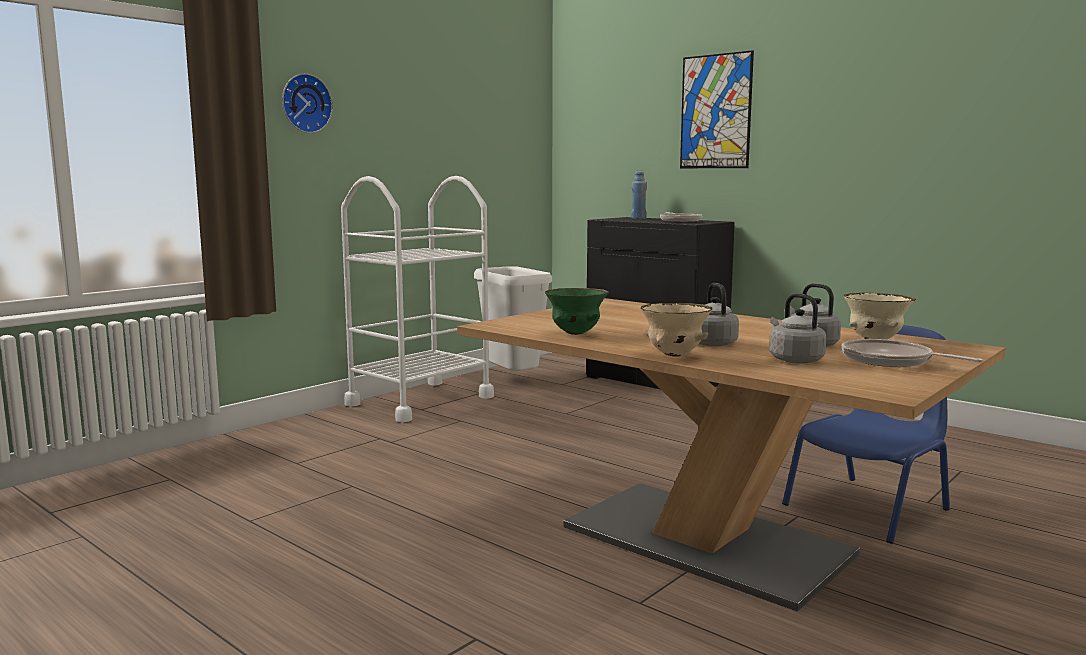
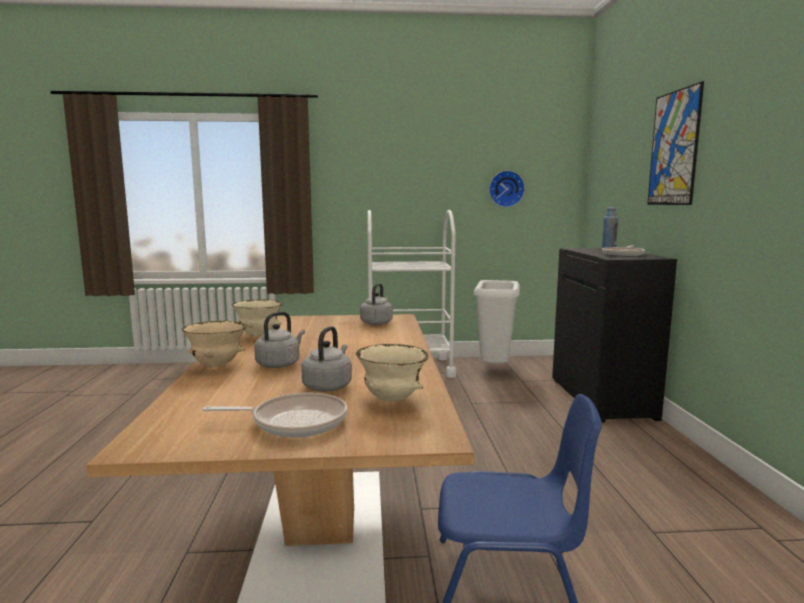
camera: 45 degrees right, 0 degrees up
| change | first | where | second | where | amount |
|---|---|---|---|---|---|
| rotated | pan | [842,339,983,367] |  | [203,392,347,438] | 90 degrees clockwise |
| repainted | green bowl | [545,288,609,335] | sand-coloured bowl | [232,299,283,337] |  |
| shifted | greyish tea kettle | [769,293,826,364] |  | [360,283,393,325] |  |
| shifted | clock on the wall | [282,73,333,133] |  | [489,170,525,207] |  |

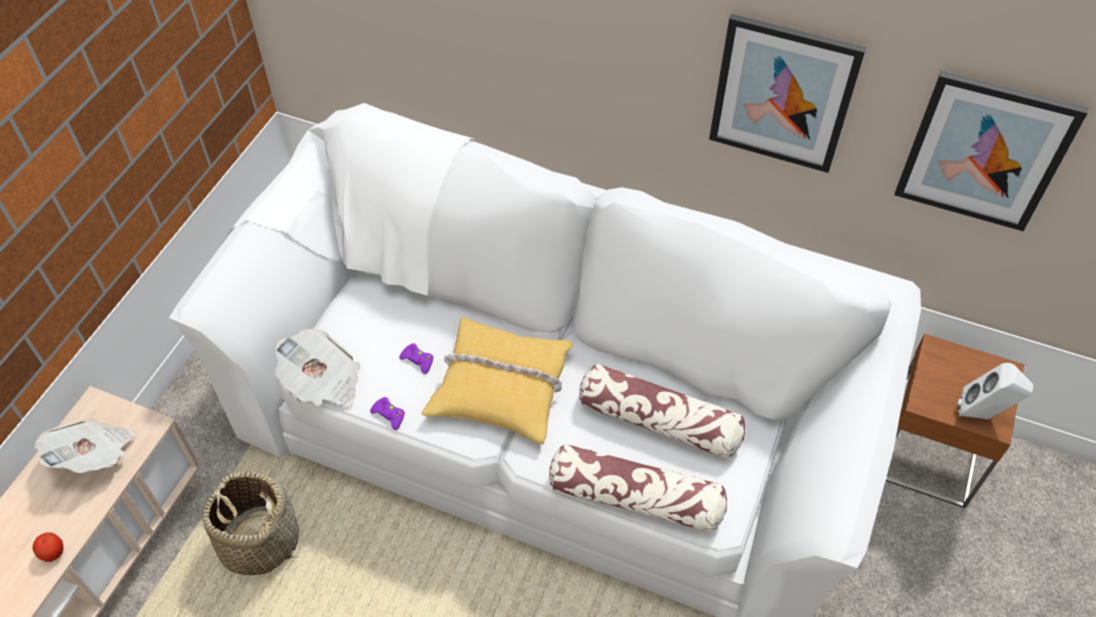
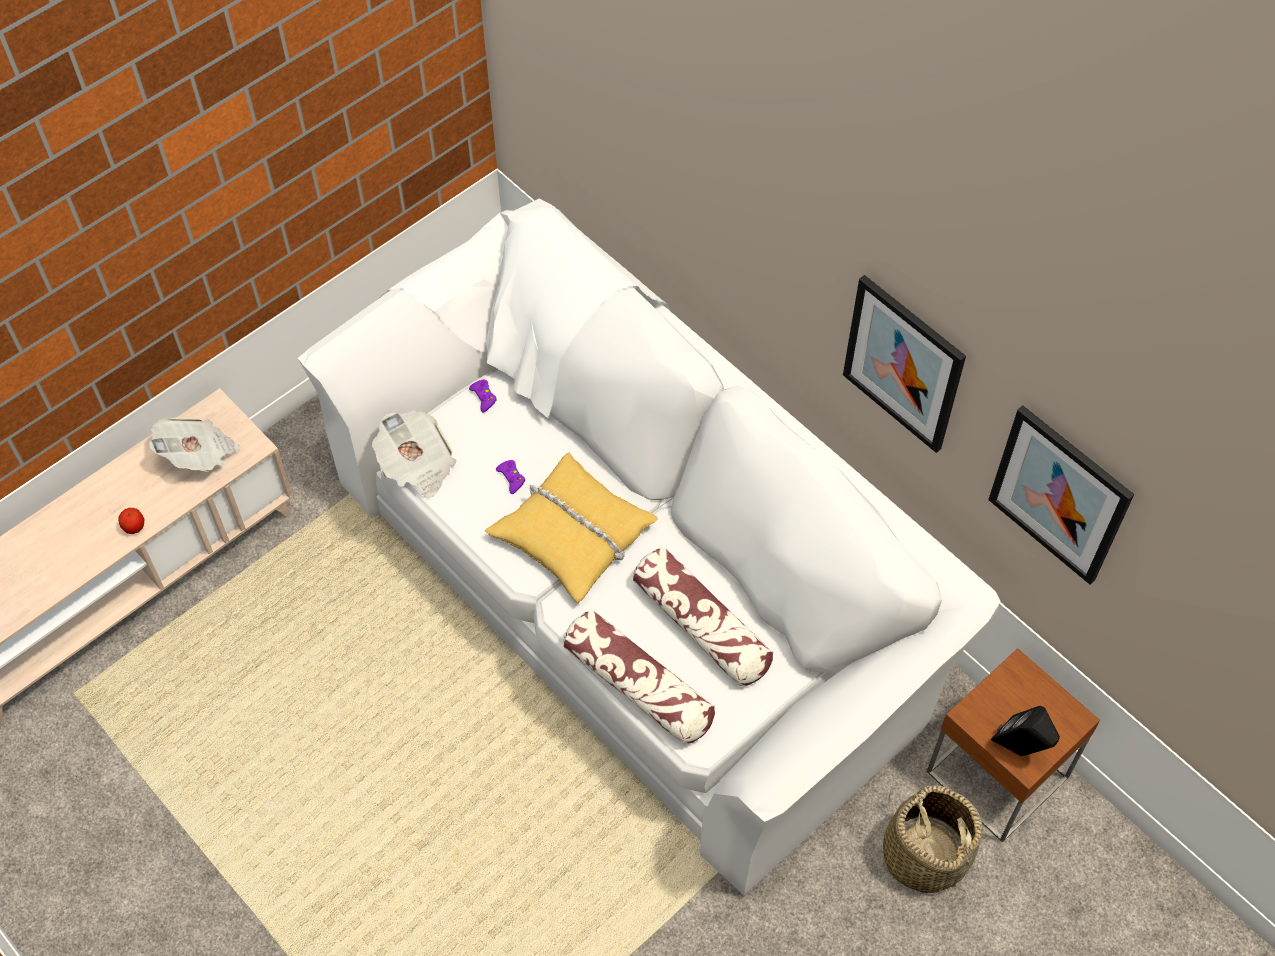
camera: 25 degrees right, 5 degrees up
| change | first | where | second | where | amount |
|---|---|---|---|---|---|
| shifted | purple gamepad | [370,397,405,430] |  | [469,380,497,412] |  |
| shifted | basket | [202,471,299,575] |  | [883,784,983,893] |  |
| repainted | white loudspeaker | [957,363,1033,419] | blackish loudspeaker | [991,706,1060,756] |  |

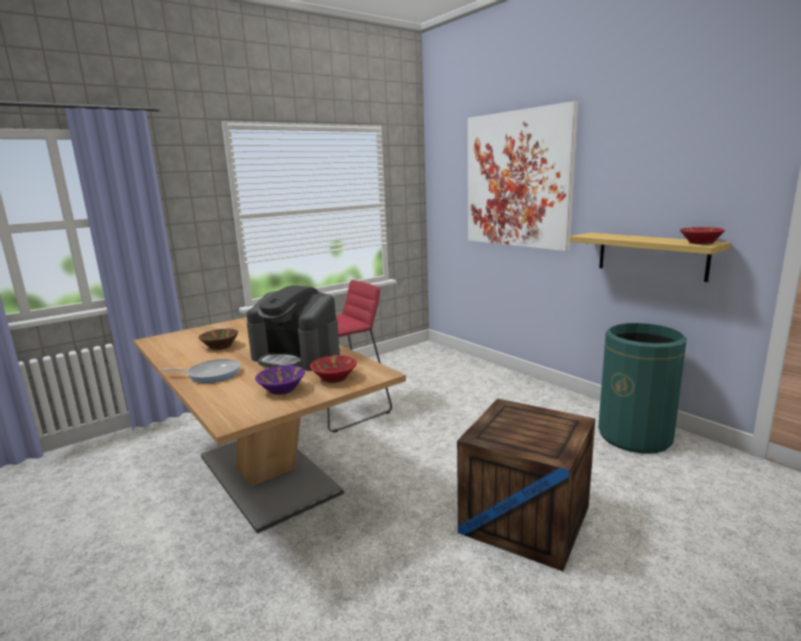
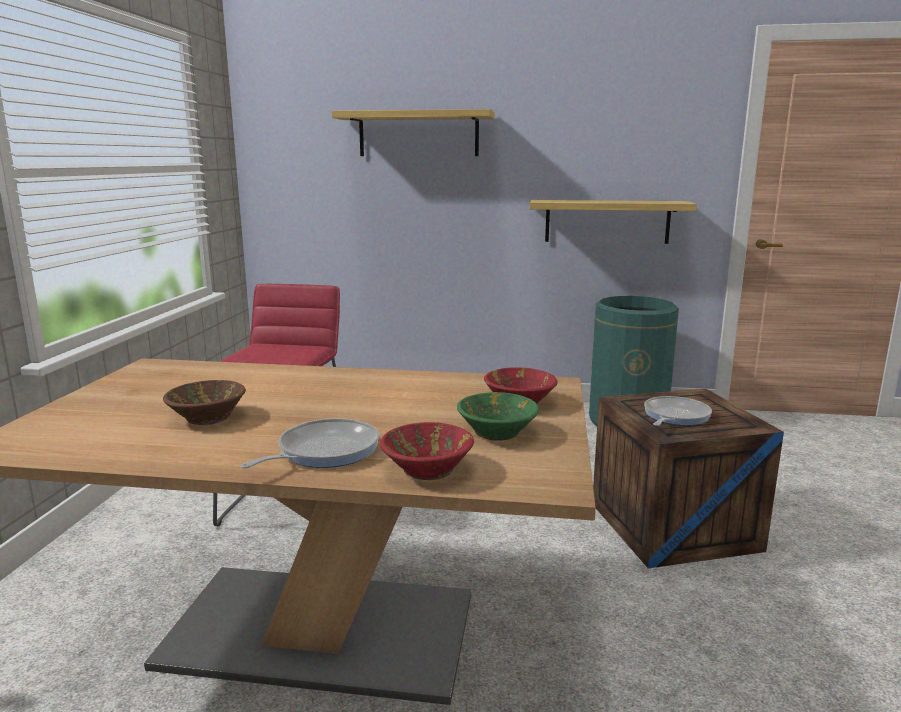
camera: 45 degrees left, 0 degrees up
| change | first | where | second | where | amount |
|---|---|---|---|---|---|
| swapped | wall art | [468,101,578,251] | wall shelf | [331,109,495,156] |  |
| shifted | red-coloured bowl | [680,227,725,245] |  | [380,422,474,480] |  |
| repainted | purple bowl | [255,365,305,395] | green bowl | [457,392,539,441] |  |
| new |  |  | pan | [644,396,712,426] |  |
| gone | coffee maker | [247,285,340,371] |  |  |  |

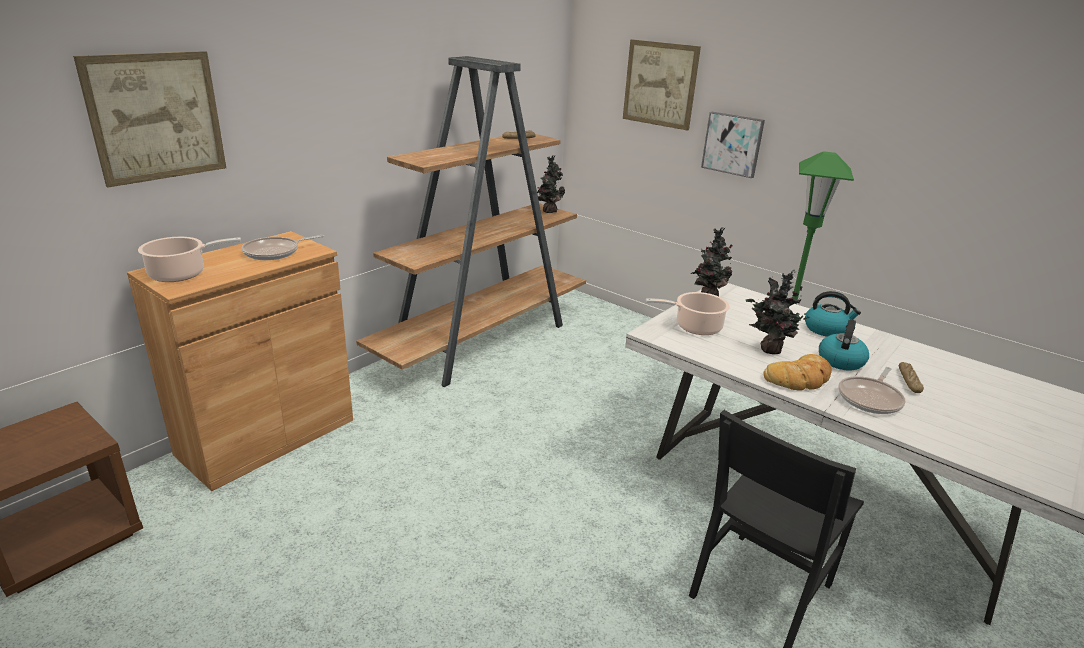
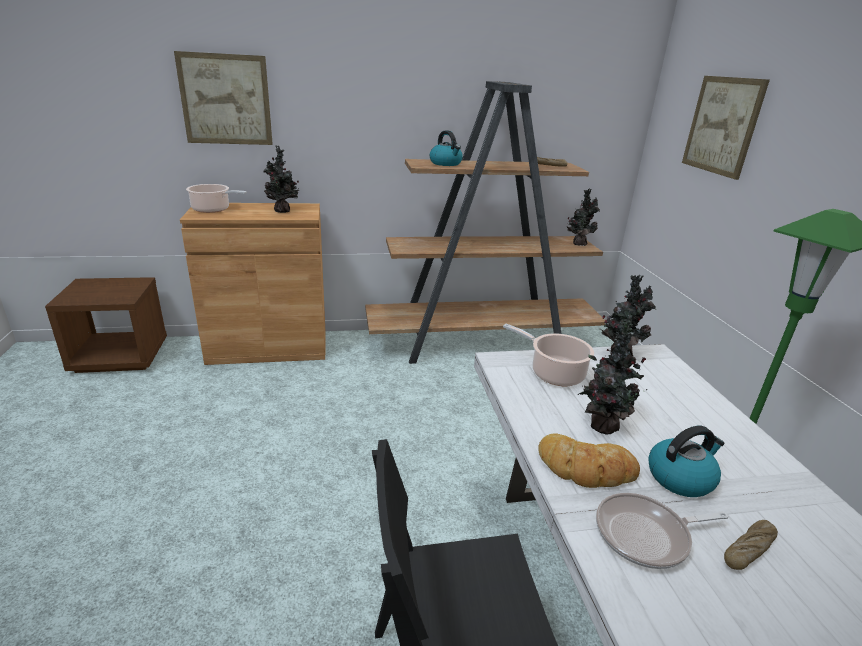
camera: 40 degrees right, 0 degrees up
| change | first | where | second | where | amount |
|---|---|---|---|---|---|
| swapped | pan | [242,235,324,260] | potted plant | [264,145,300,213] |  |
| shifted | tea kettle | [805,291,861,337] |  | [430,130,463,166] |  |
| gone | wall art | [701,112,765,178] |  |  |  |

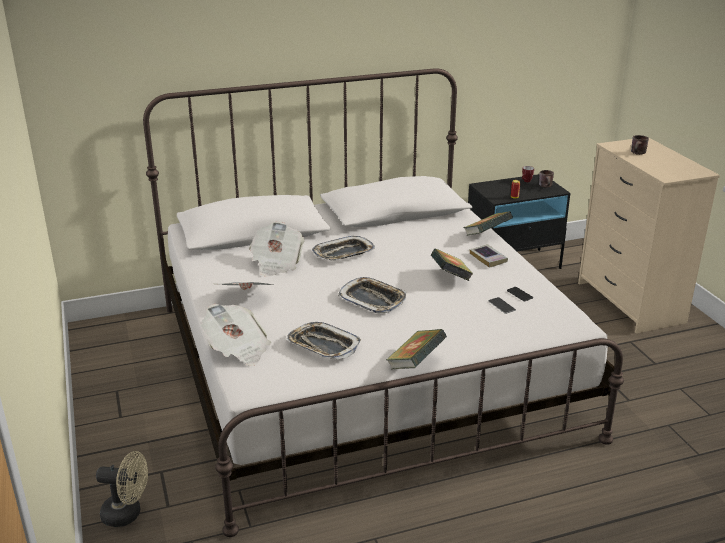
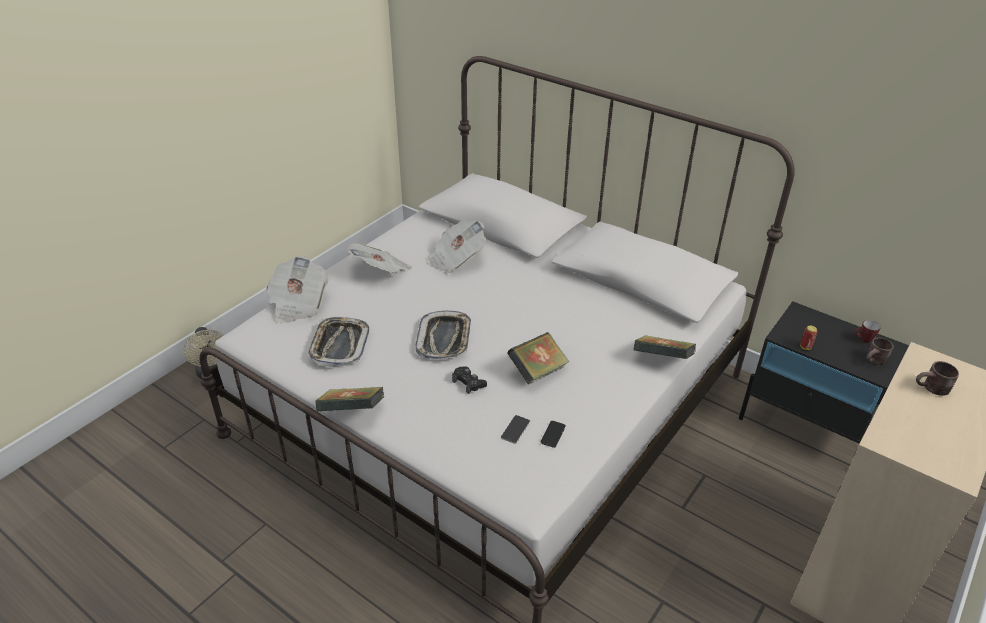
camera: 55 degrees right, 10 degrees up
| change | first | where | second | where | amount |
|---|---|---|---|---|---|
| new |  |  | blackish gamepad | [452,366,487,394] |  |
| gone | tray | [312,236,375,260] |  |  |  |
| gone | volume | [470,244,508,268] |  |  |  |

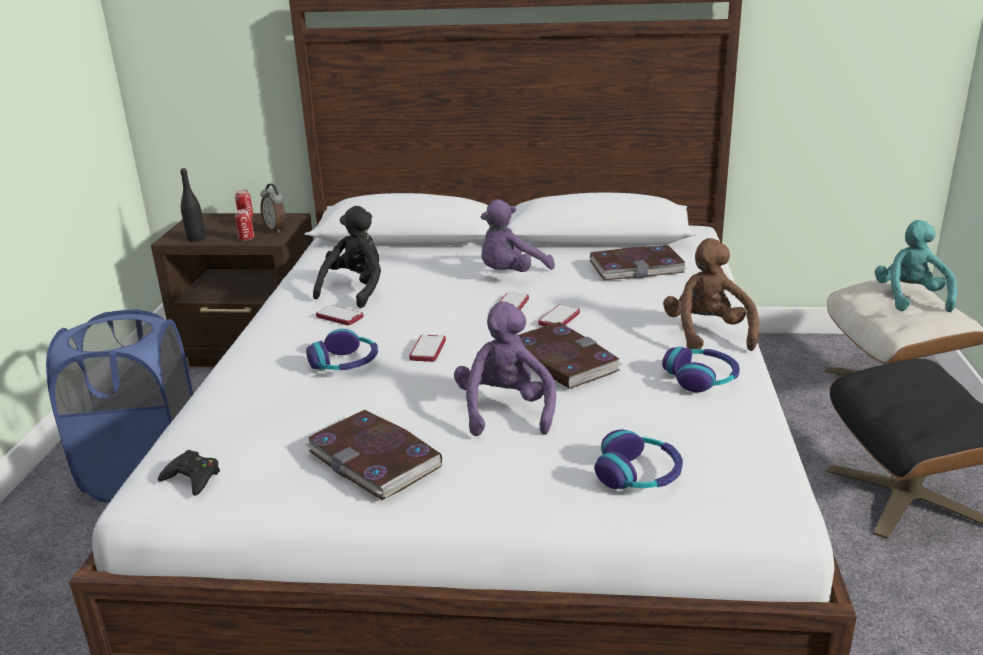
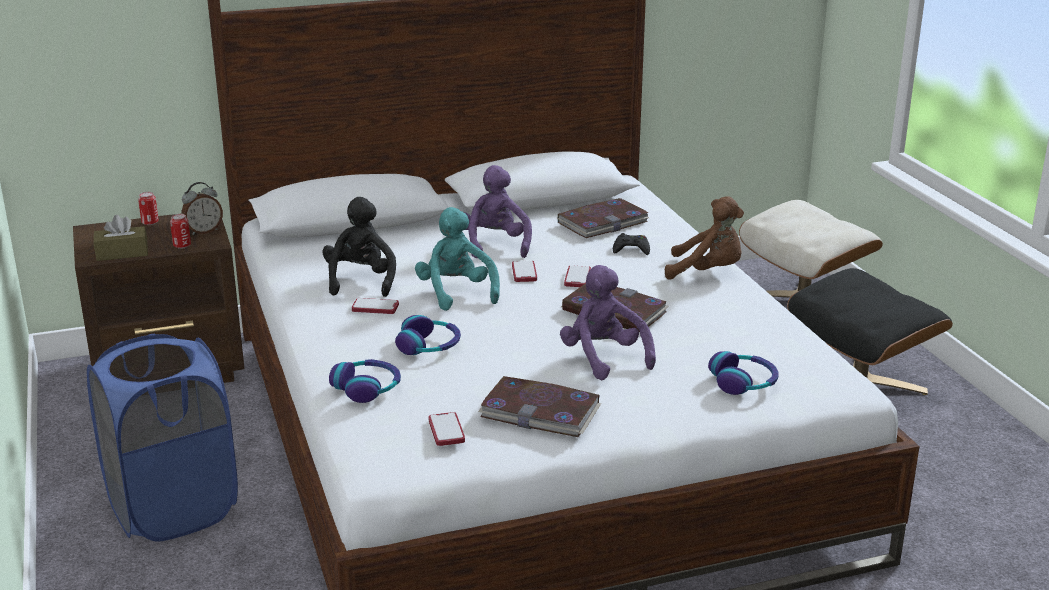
camera: 25 degrees left, 0 degrees up
| change | first | where | second | where | amount |
|---|---|---|---|---|---|
| swapped | blackish beverage bottle | [180,168,205,242] | brown-coloured box of tissues | [93,215,148,261] |  |
| rotated | alarm clock | [260,183,286,233] |  | [181,182,223,235] | 60 degrees counterclockwise |
| shifted | headset | [662,347,740,392] |  | [329,359,401,403] |  |
| shifted | turquoise plush toy | [875,220,957,312] |  | [415,207,500,311] |  |
| shifted | handset | [409,335,446,362] |  | [428,412,465,446] |  |
| rotated | purple plush toy | [481,200,555,272] |  | [464,165,532,258] | 150 degrees clockwise |
| shifted | blackish gamepad | [158,450,220,496] |  | [613,233,650,255] |  |
| rotated | brown-coloured plush toy | [663,238,759,351] |  | [665,196,744,280] | 135 degrees clockwise |

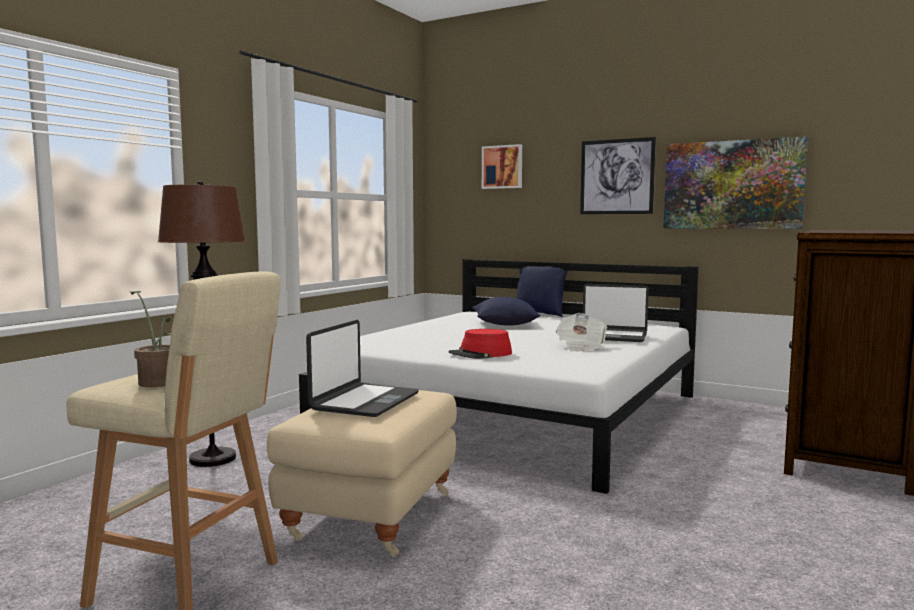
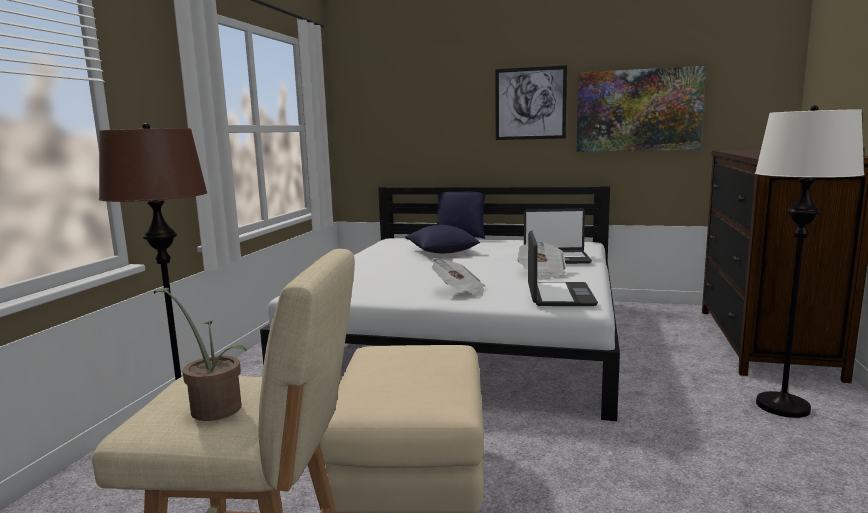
camera: 15 degrees left, 5 degrees up
| change | first | where | second | where | amount |
|---|---|---|---|---|---|
| swapped | red-coloured hat | [449,329,512,359] | daily paper | [432,258,485,297] |  |
| shifted | laptop | [306,320,419,417] |  | [528,231,598,306] |  |
| new |  |  | white standard lamp | [755,105,865,418] |  |
| gone | wall art | [482,144,522,189] |  |  |  |

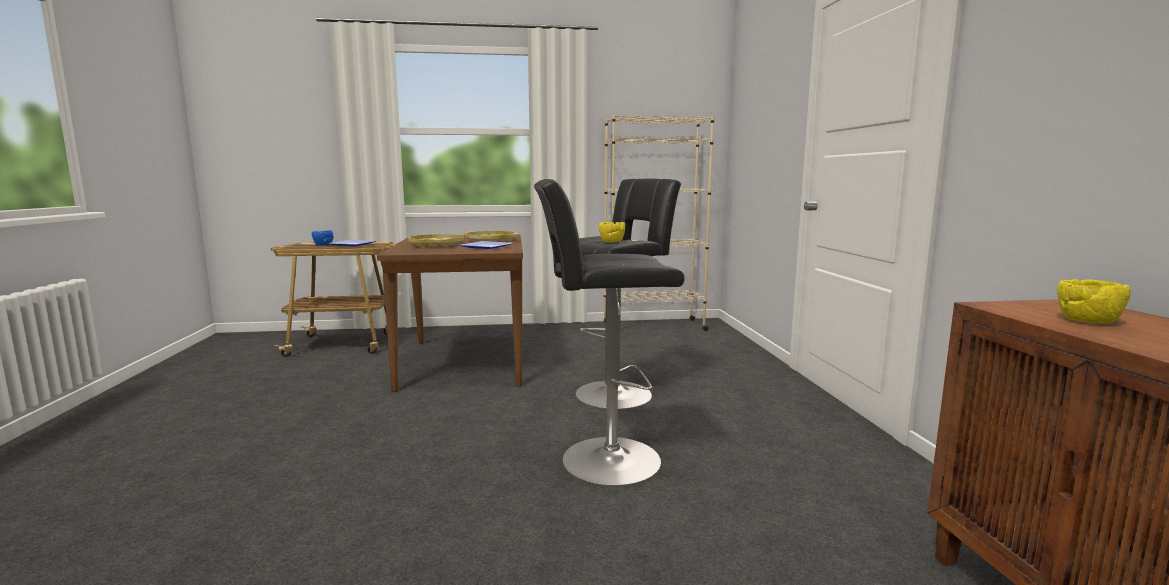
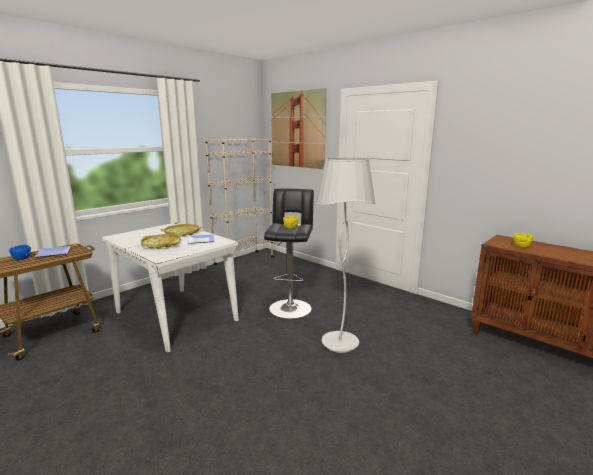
camera: 40 degrees left, 5 degrees up
| change | first | where | second | where | amount |
|---|---|---|---|---|---|
| repainted | brown-coloured dining table | [377,234,523,392] | white dining table | [101,223,239,353] |  |
| new |  |  | wall art | [271,88,326,169] |  |
| swapped | blackish stool seat | [534,179,685,486] | white standard lamp | [316,157,375,353] |  |

